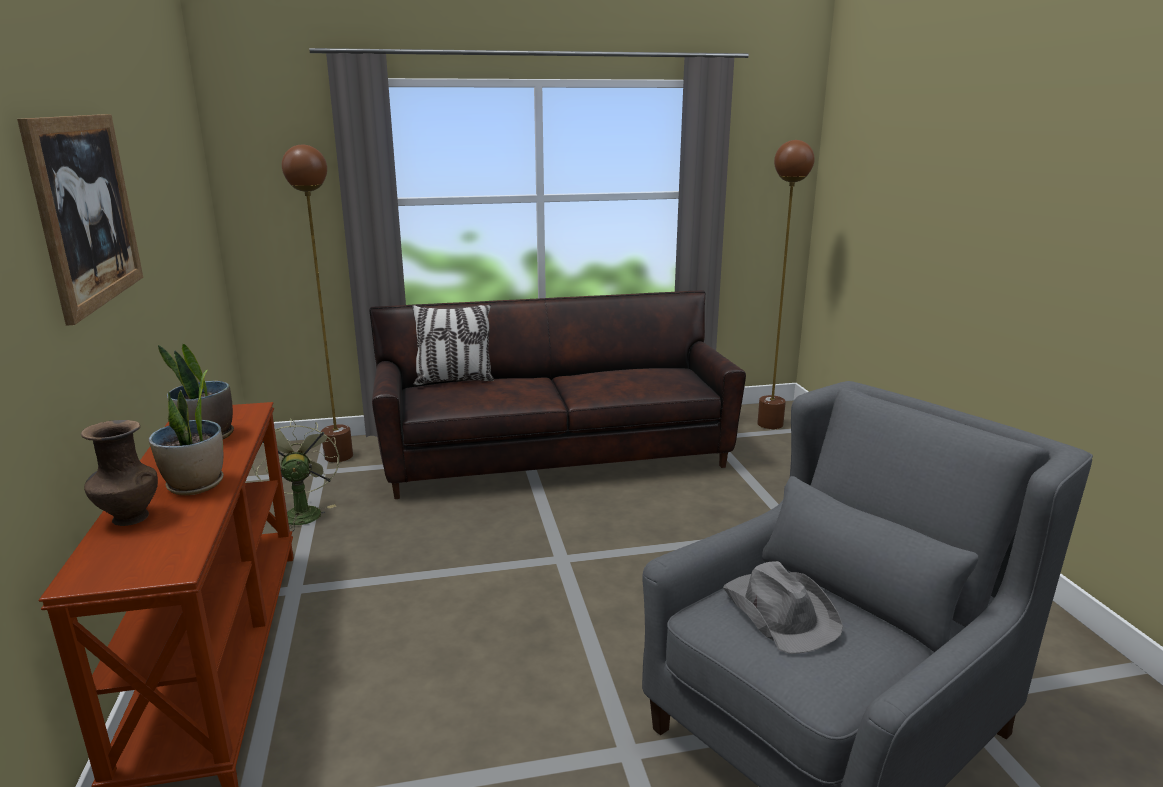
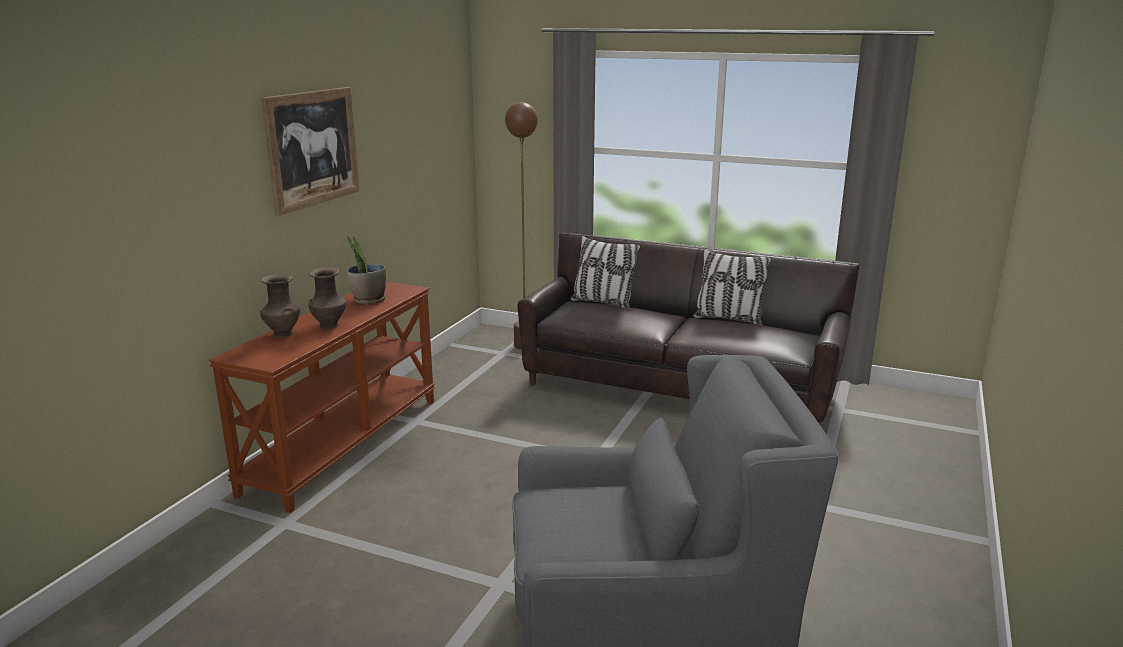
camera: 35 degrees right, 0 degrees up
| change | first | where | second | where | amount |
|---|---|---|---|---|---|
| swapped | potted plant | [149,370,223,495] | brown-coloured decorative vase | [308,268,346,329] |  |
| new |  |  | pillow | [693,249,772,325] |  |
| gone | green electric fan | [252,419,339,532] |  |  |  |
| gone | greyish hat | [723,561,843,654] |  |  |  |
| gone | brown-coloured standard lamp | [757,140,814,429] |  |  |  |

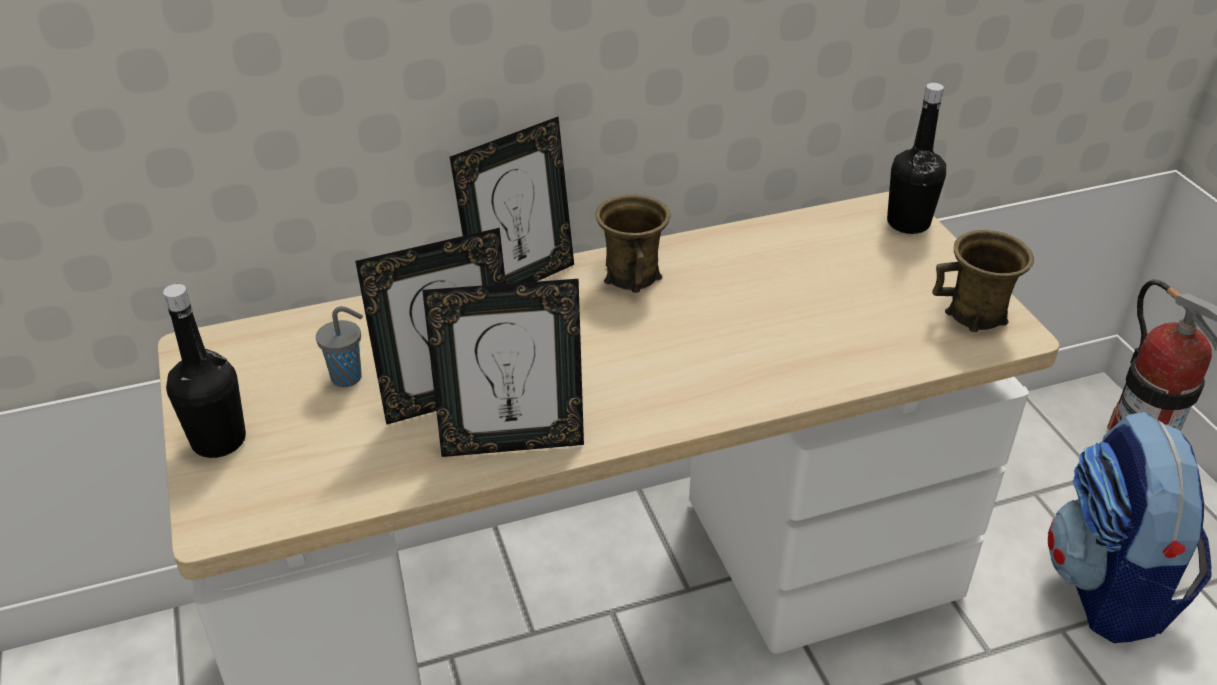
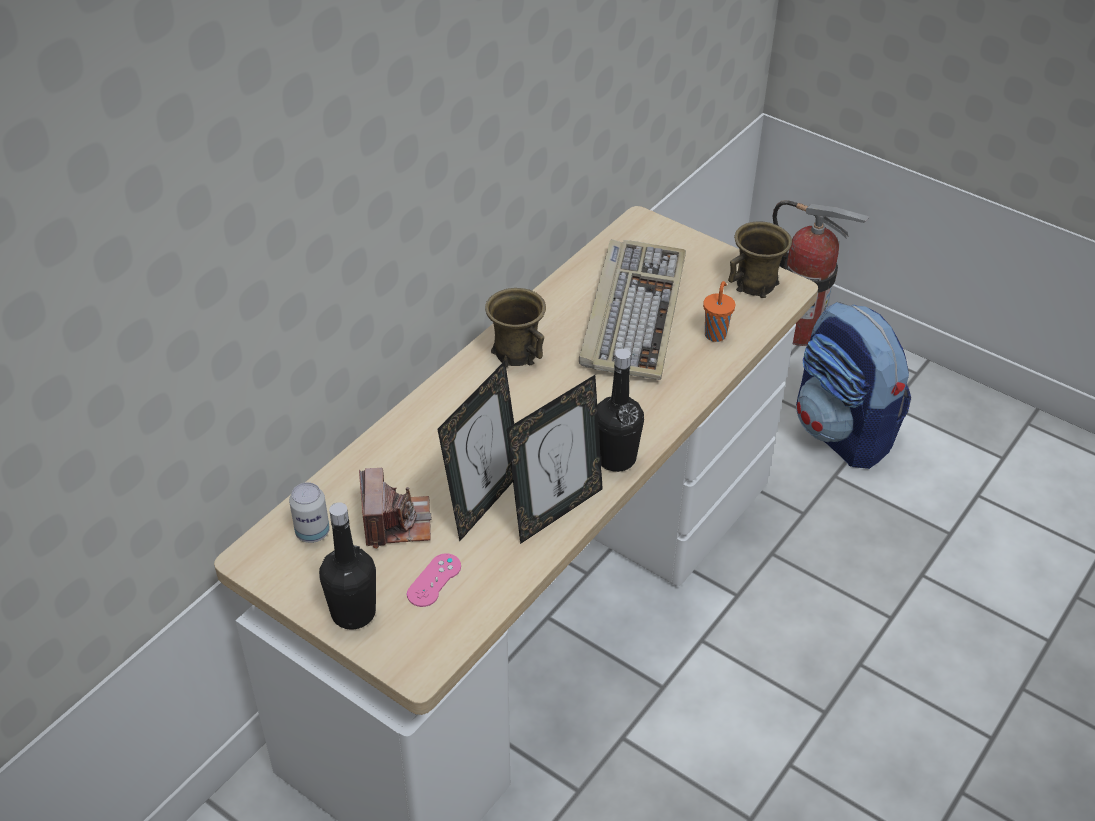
camera: 35 degrees left, 5 degrees up
| change | first | where | second | where | amount |
|---|---|---|---|---|---|
| new |  |  | metal can | [289,482,330,543] |  |
| swapped | greyish cup | [316,306,363,387] | still camera | [359,468,432,549] |  |
| new |  |  | pinkish gamepad | [407,553,461,607] |  |
| new |  |  | keyboard | [579,239,686,380] |  |
| shifted | blackish beverage bottle | [887,83,946,234] |  | [597,349,644,472] |  |
| new |  |  | orange-coloured cup | [703,281,735,342] |  |
| gone | standing frame | [450,117,574,284] |  |  |  |

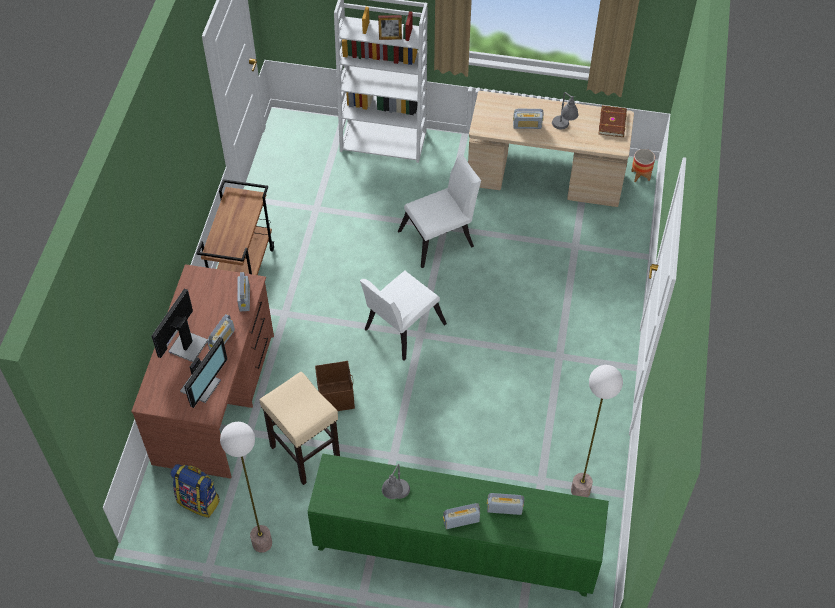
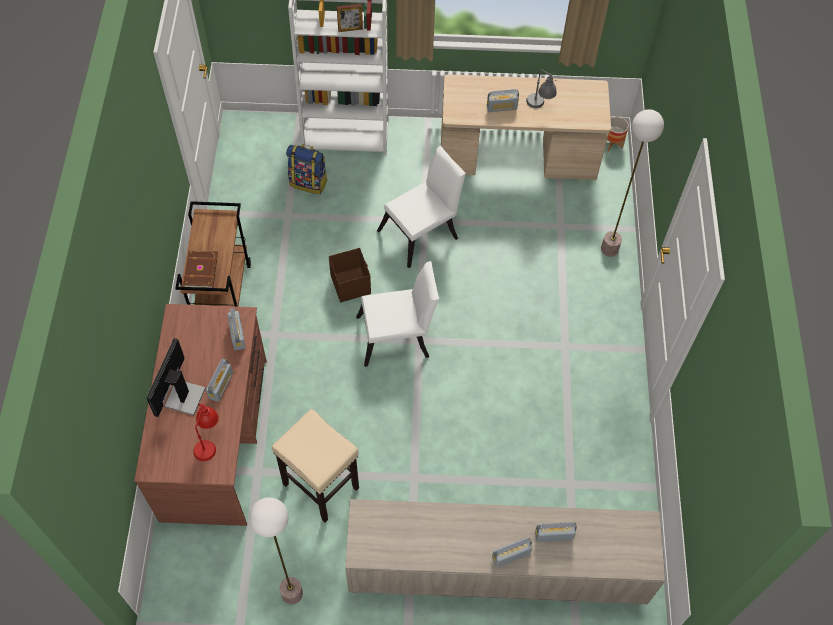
camera: 10 degrees left, 5 degrees up
| change | first | where | second | where | amount |
|---|---|---|---|---|---|
| shifted | brown-coloured volume | [598,105,627,137] |  | [183,250,218,288] |  |
| swapped | computer display | [180,337,227,408] | red-coloured lamp for a table | [193,402,219,461] |  |
| shifted | knapsack | [170,464,220,518] |  | [286,144,328,194] |  |
| shifted | brown-coloured storage container | [315,361,355,411] |  | [329,248,371,302] |  |
| repainted | green storage cabinet | [308,454,609,597] | sand-coloured storage cabinet | [345,499,665,604] |  |
| rotated | white upright chair | [360,270,447,360] |  | [356,261,439,367] | 135 degrees counterclockwise |
| shifted | standard lamp | [571,365,623,497] |  | [601,109,664,257] |  |
| gone | greyish lamp for a table | [382,464,410,499] |  |  |  |

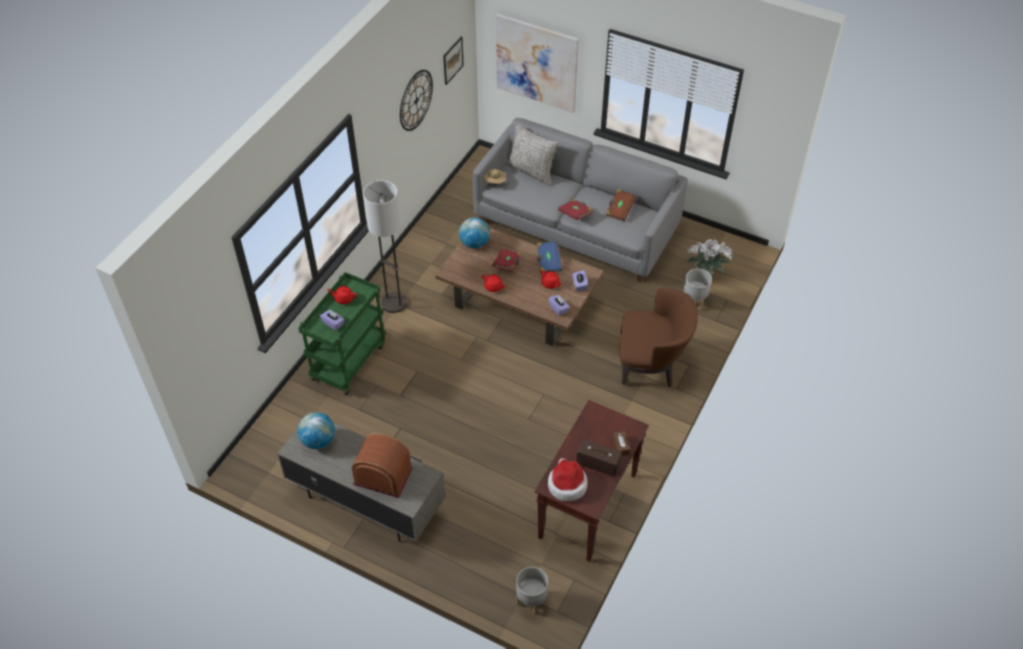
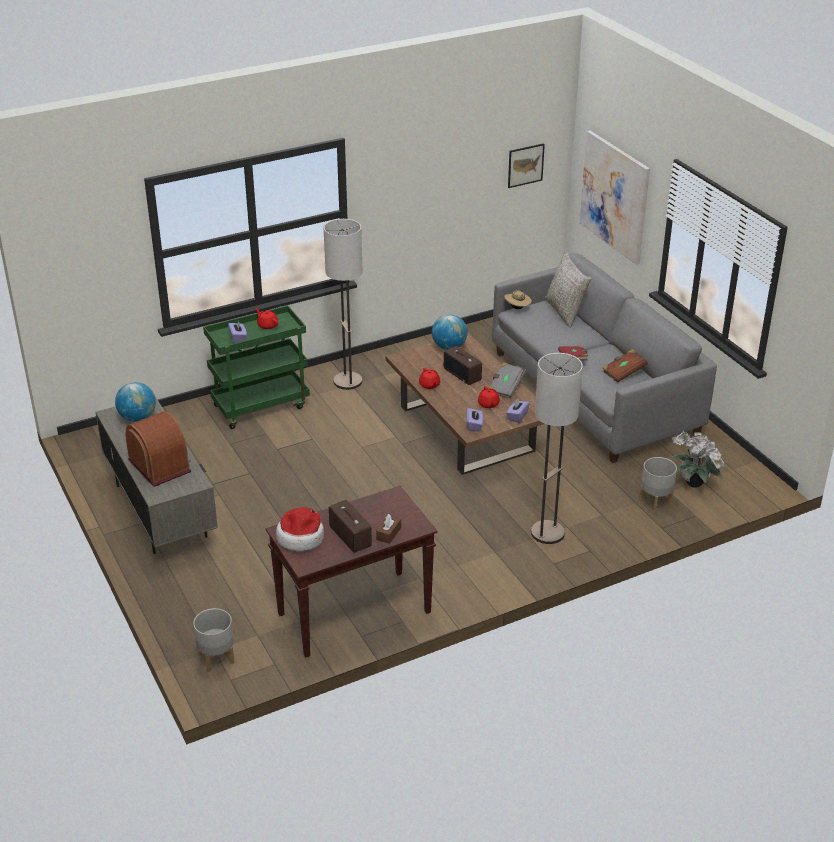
camera: 35 degrees right, 15 degrees down
| change | first | where | second | where | amount |
|---|---|---|---|---|---|
| swapped | red-coloured volume | [492,249,522,272] | radio receiver | [444,346,482,385] |  |
| repainted | bluish volume | [537,241,562,272] | greyish volume | [488,362,526,398] |  |
| swapped | brown-coloured easy chair | [619,288,698,388] | standard lamp | [531,353,583,544] |  |
| gone | clock on the wall | [400,70,433,131] |  |  |  |

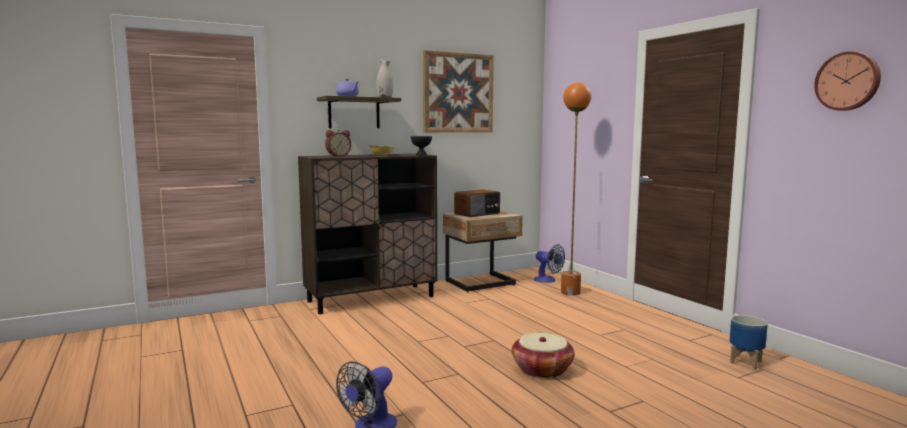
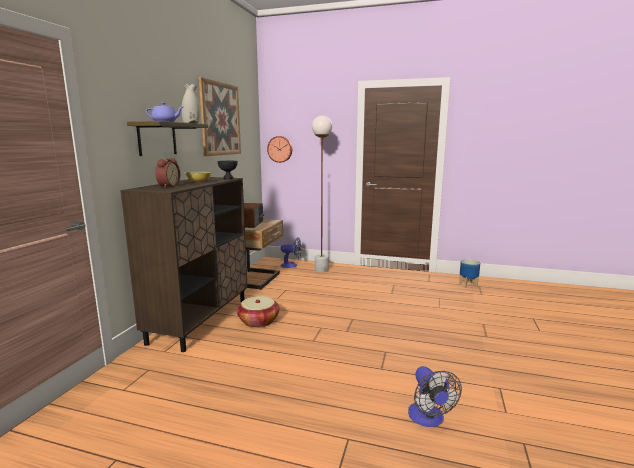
camera: 45 degrees left, 5 degrees up
| change | first | where | second | where | amount |
|---|---|---|---|---|---|
| shifted | basket | [512,333,575,378] |  | [237,296,280,328] |  |
| shifted | clock on the wall | [814,51,881,111] |  | [267,136,292,163] |  |
| repainted | orange-coloured standard lamp | [561,83,592,296] | white standard lamp | [312,115,332,273] |  |

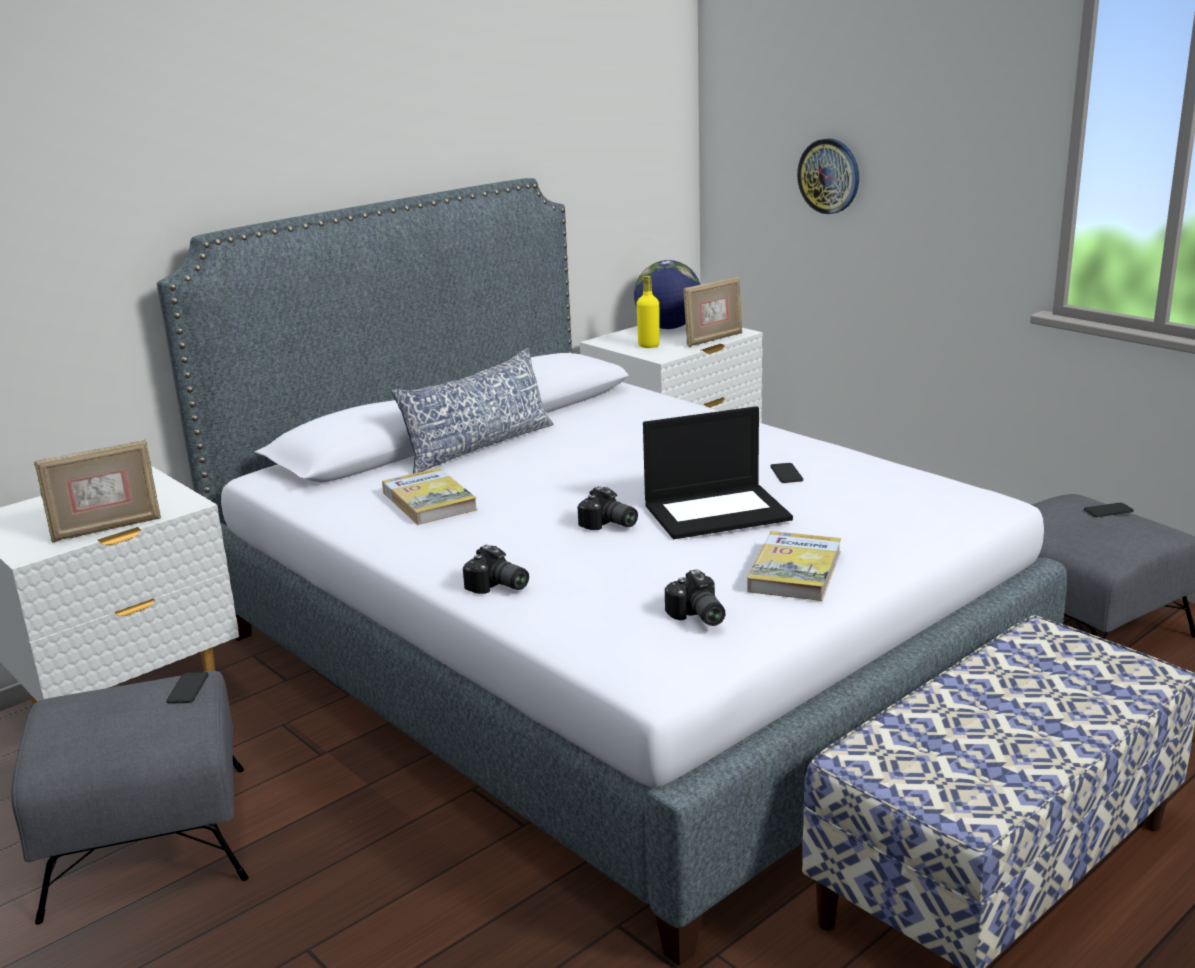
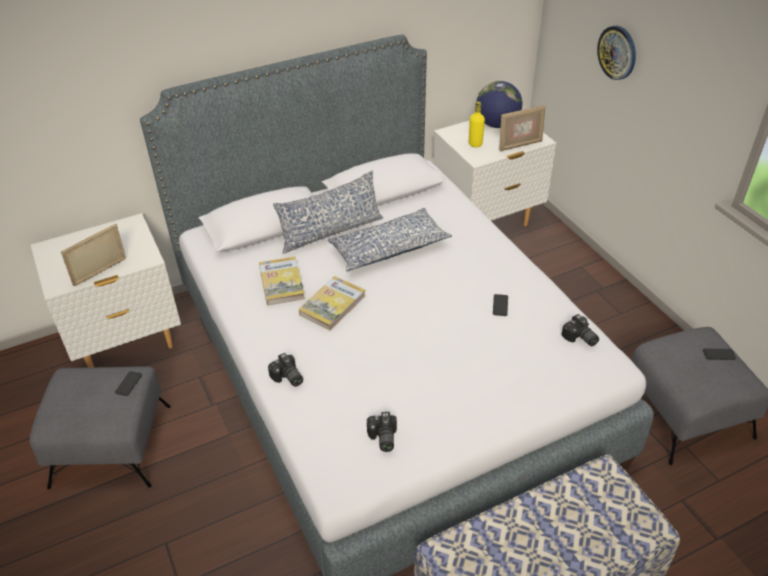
camera: 15 degrees right, 20 degrees up
| change | first | where | second | where | amount |
|---|---|---|---|---|---|
| rotated | standing frame | [34,439,161,543] |  | [61,224,126,286] | 150 degrees clockwise |
| shifted | volume | [747,531,841,601] |  | [299,276,365,331] |  |
| new |  |  | pillow | [328,208,452,272] |  |
| shifted | still camera | [578,486,638,530] |  | [561,314,599,346] |  |
| gone | laptop | [643,406,793,539] |  |  |  |

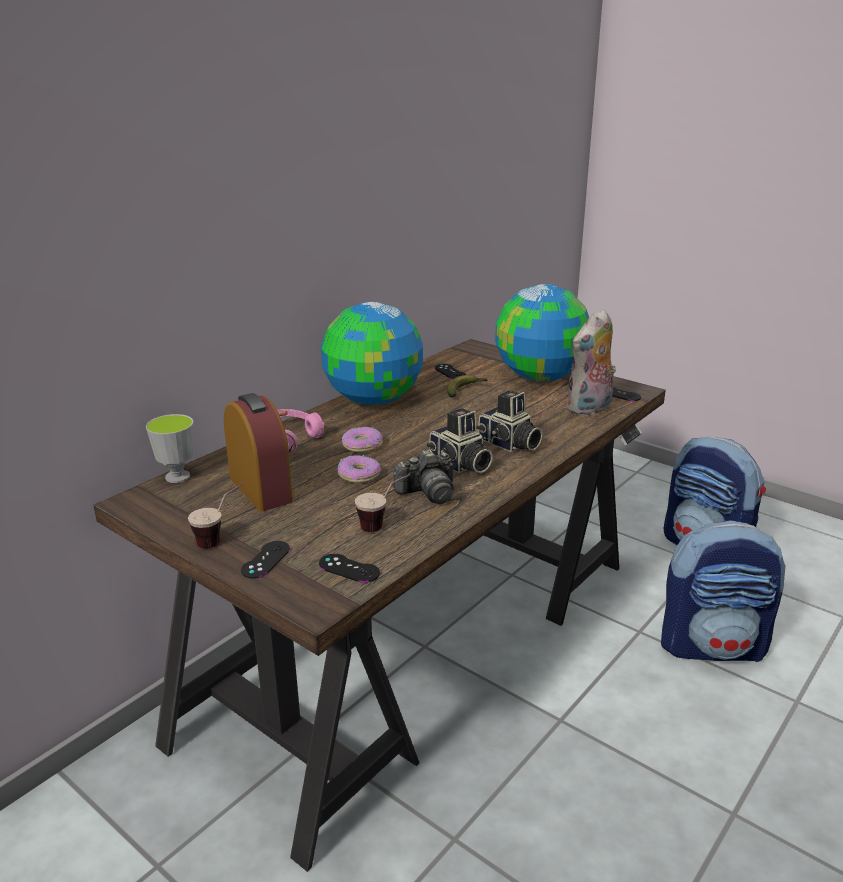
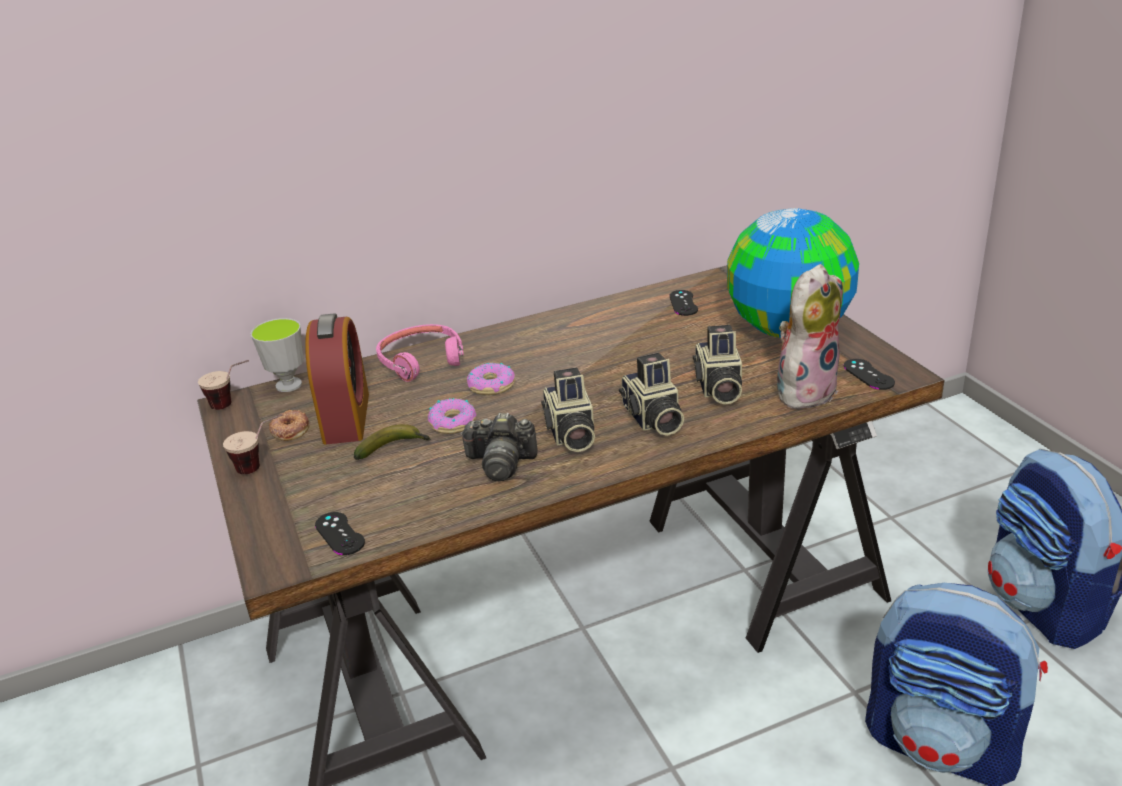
camera: 30 degrees right, 5 degrees up
| change | first | where | second | where | amount |
|---|---|---|---|---|---|
| shifted | cup | [355,474,410,532] |  | [198,360,249,410] |  |
| new |  |  | donut | [269,410,309,441] |  |
| shifted | whole banana | [447,375,488,397] |  | [354,424,431,460] |  |
| new |  |  | still camera | [693,325,742,405] |  |
| rotated | plush toy | [566,309,616,416] |  | [777,264,843,409] | 150 degrees clockwise |
| gone | blackish gamepad | [241,541,290,579] |  |  |  |
| gone | desk globe | [321,302,423,405] |  |  |  |

